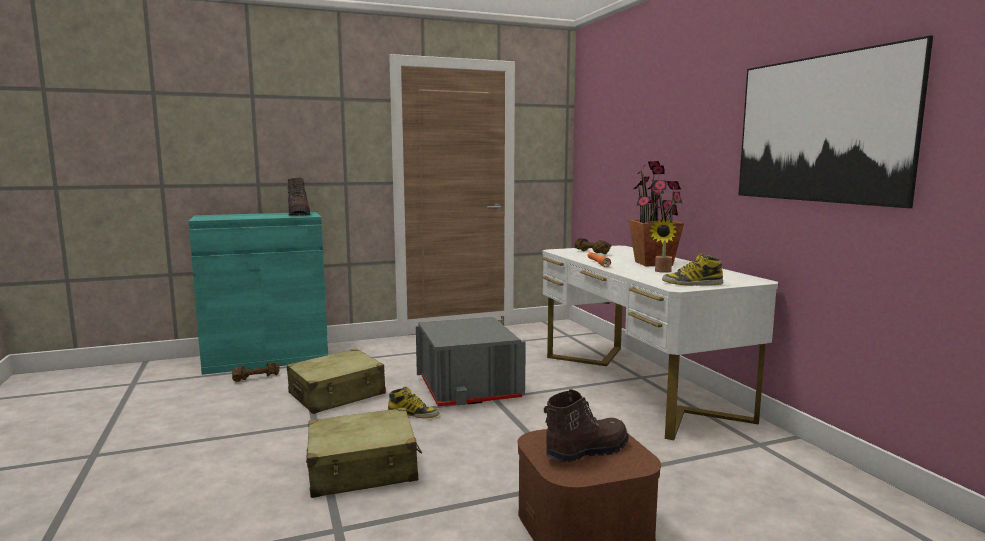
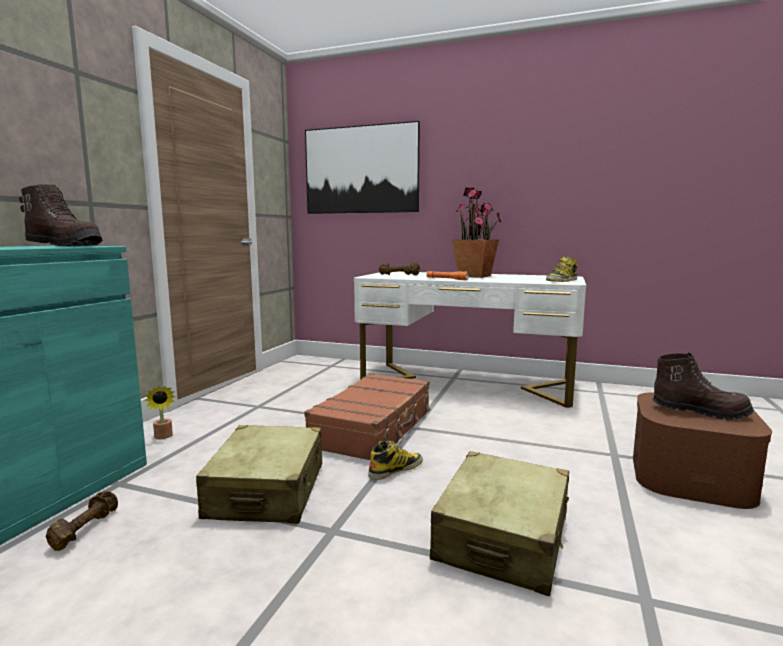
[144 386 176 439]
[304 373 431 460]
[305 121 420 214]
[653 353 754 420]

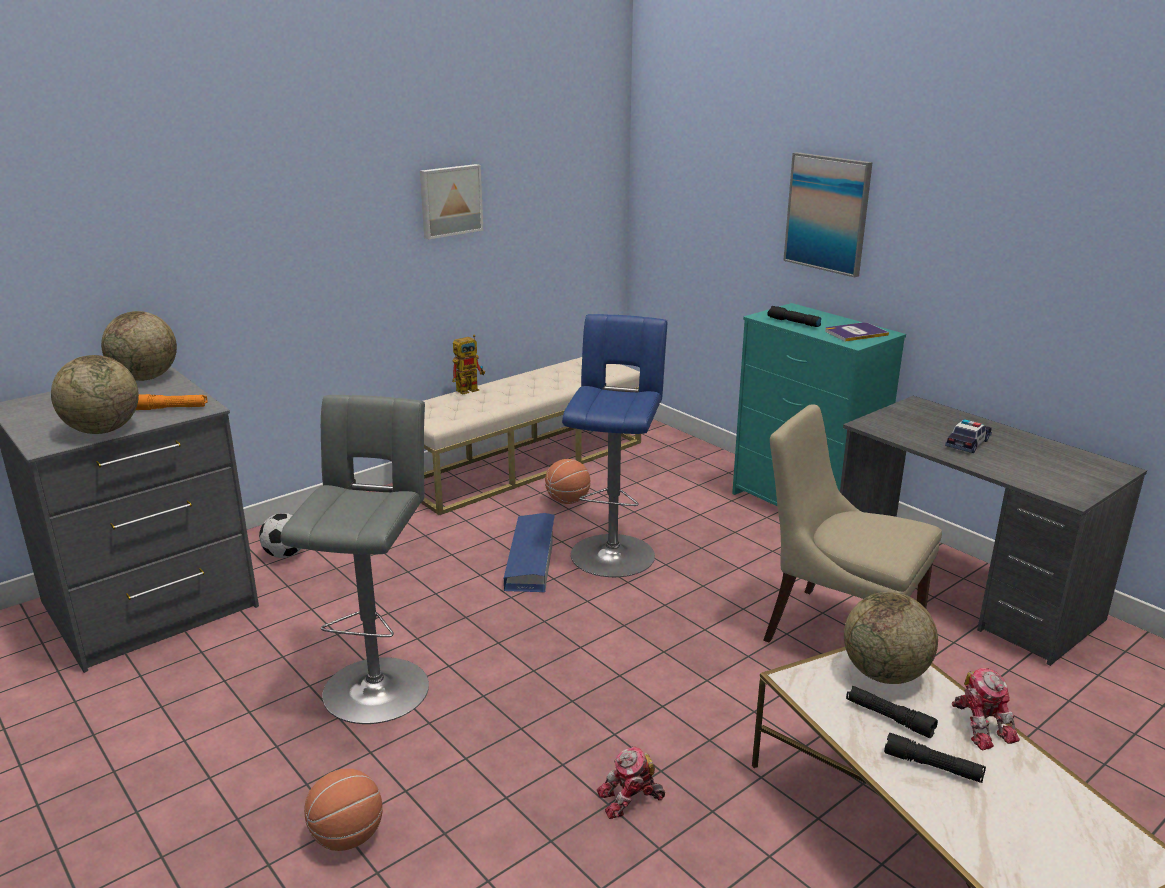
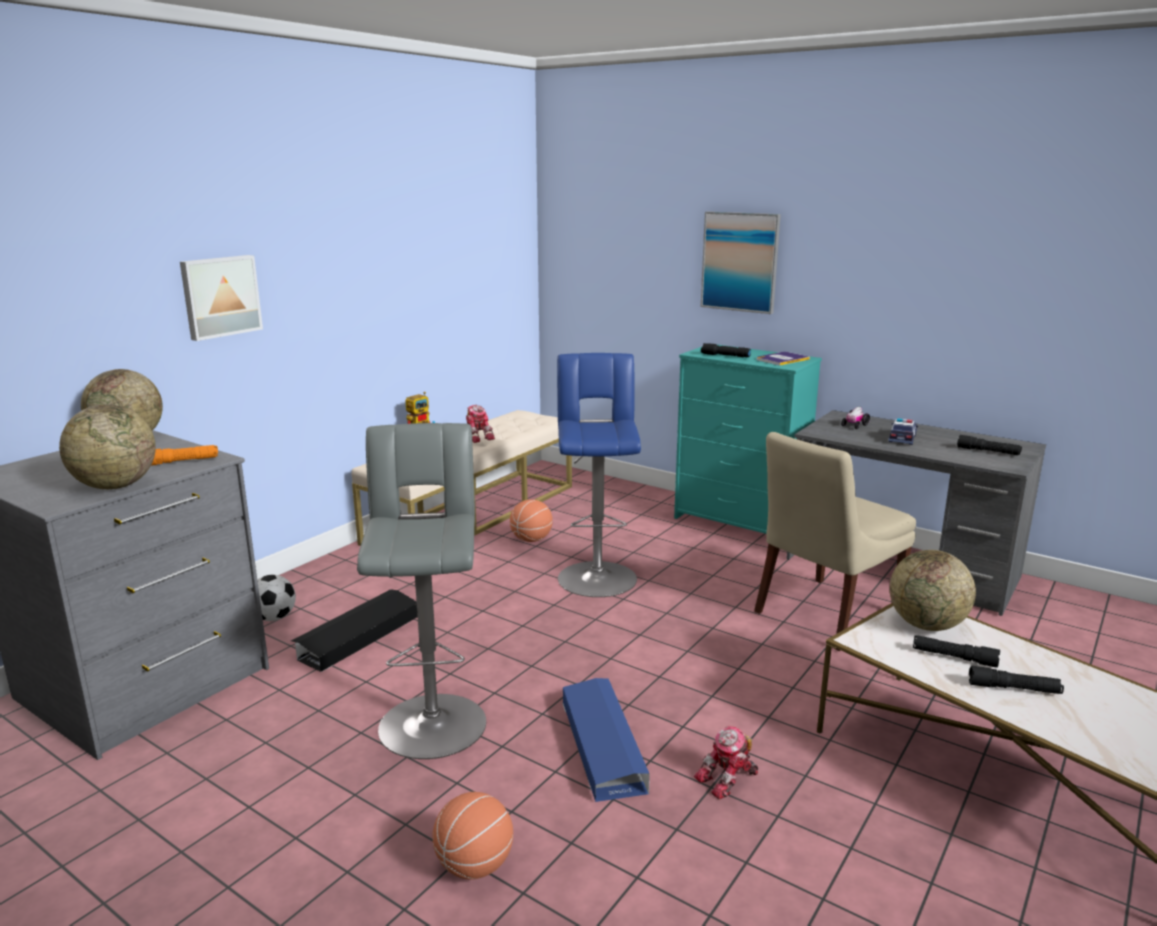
[180 255 263 341]
[291 589 417 672]
[466 405 495 443]
[562 678 650 802]
[754 432 916 651]
[841 407 870 429]
[957 435 1022 455]

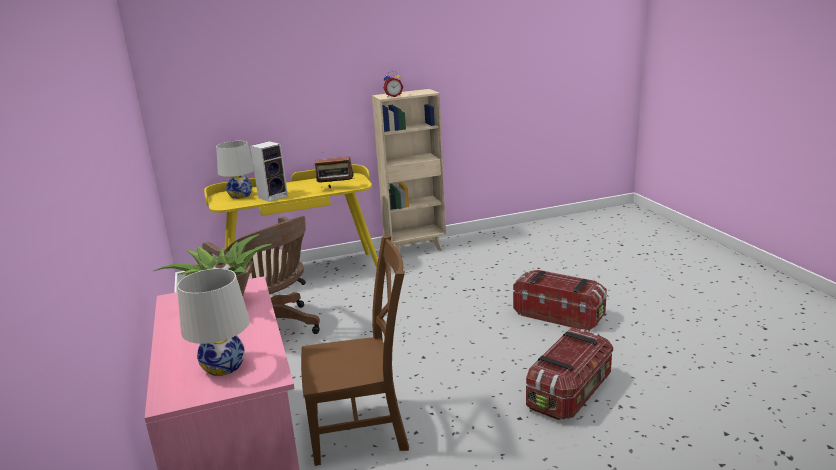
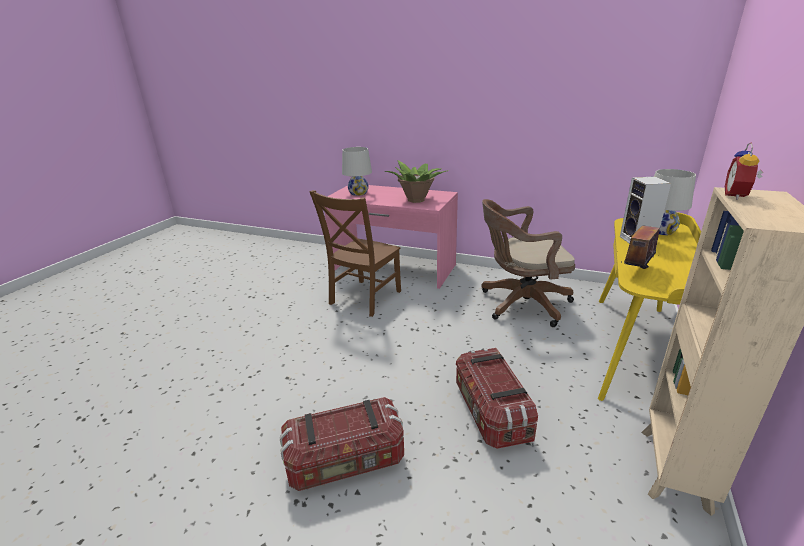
[456 348 538 449]

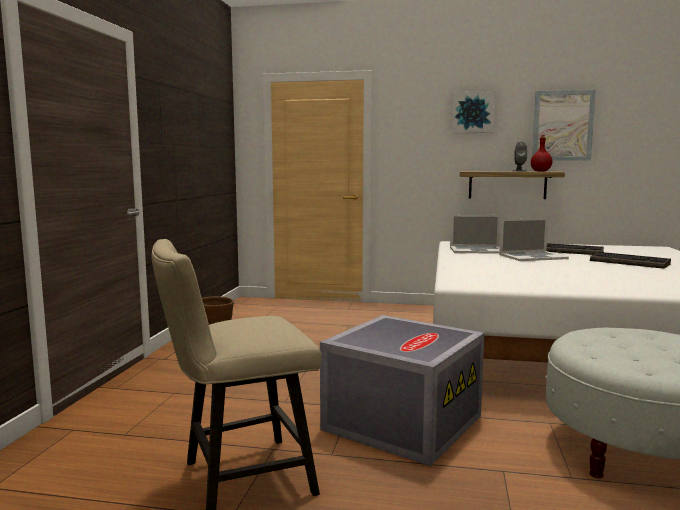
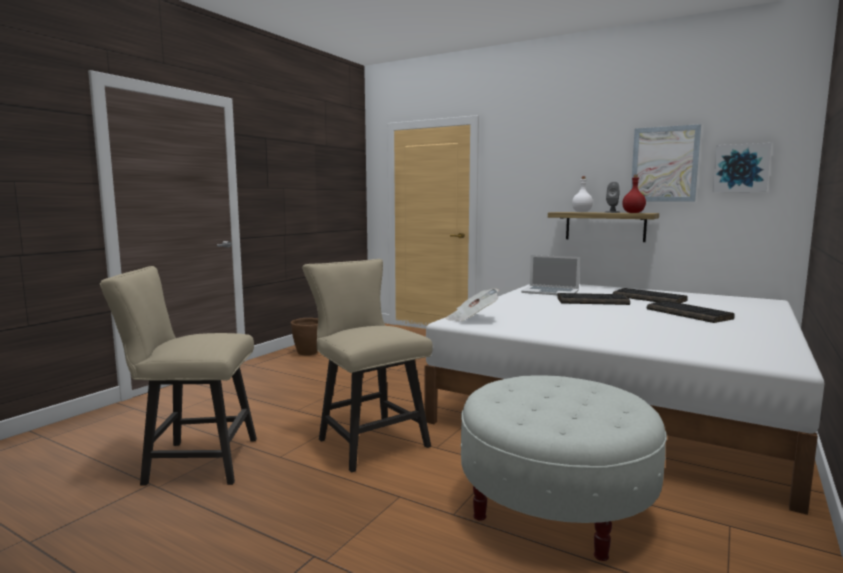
[302 259 433 473]
[445 288 499 322]
[557 293 630 305]
[572 176 593 212]
[712 143 771 192]

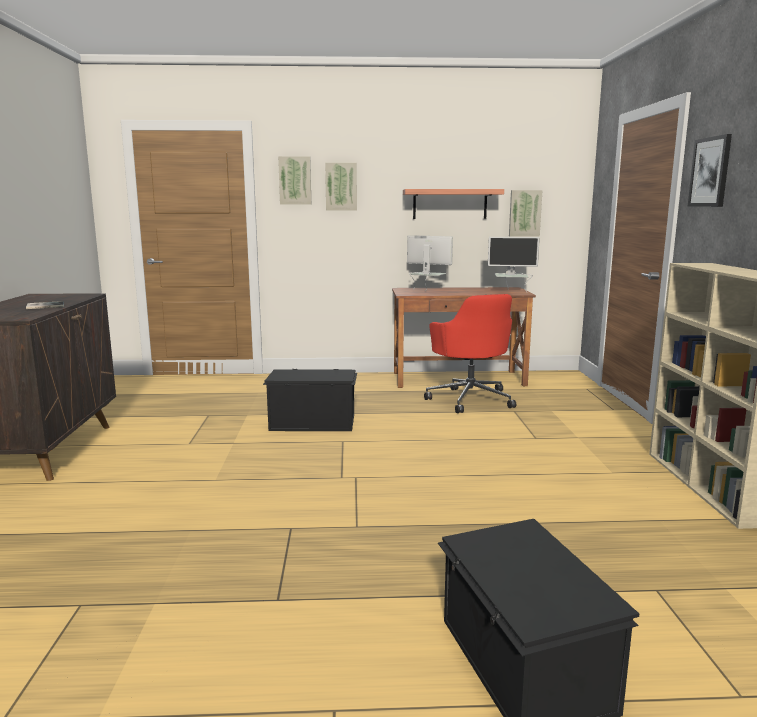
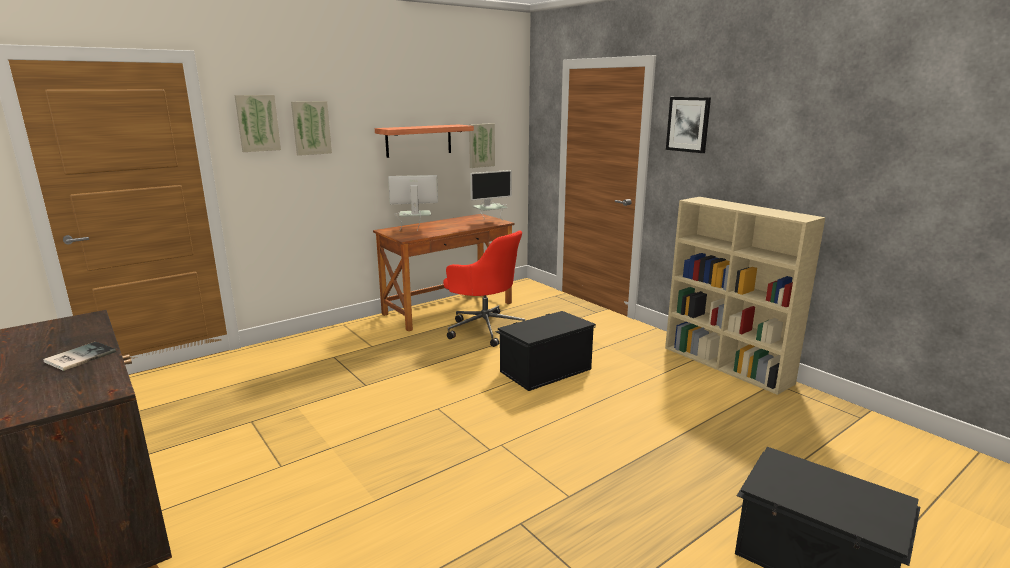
[495 311 596 391]

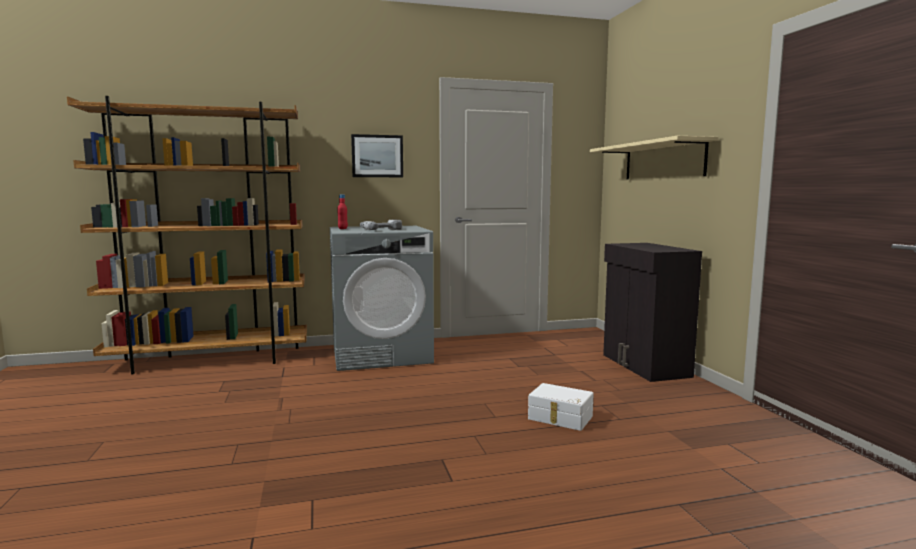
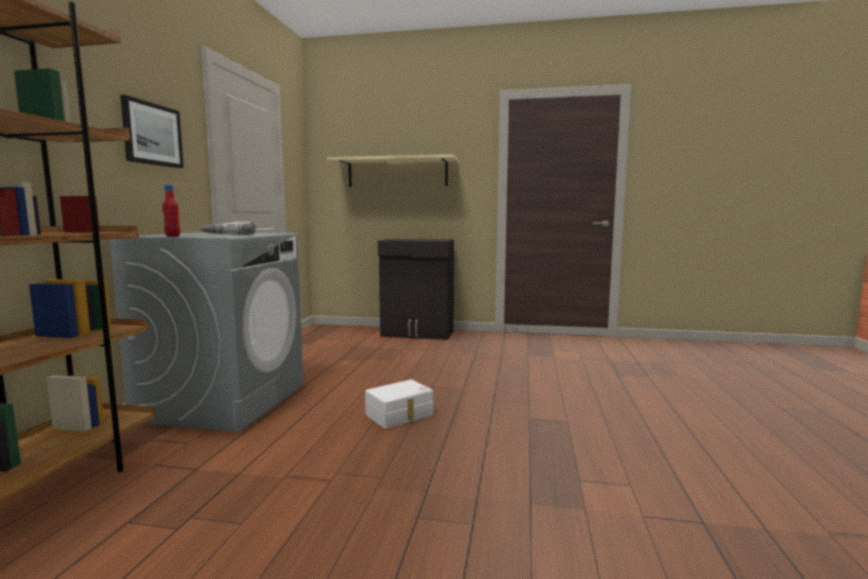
[365 379 433 429]

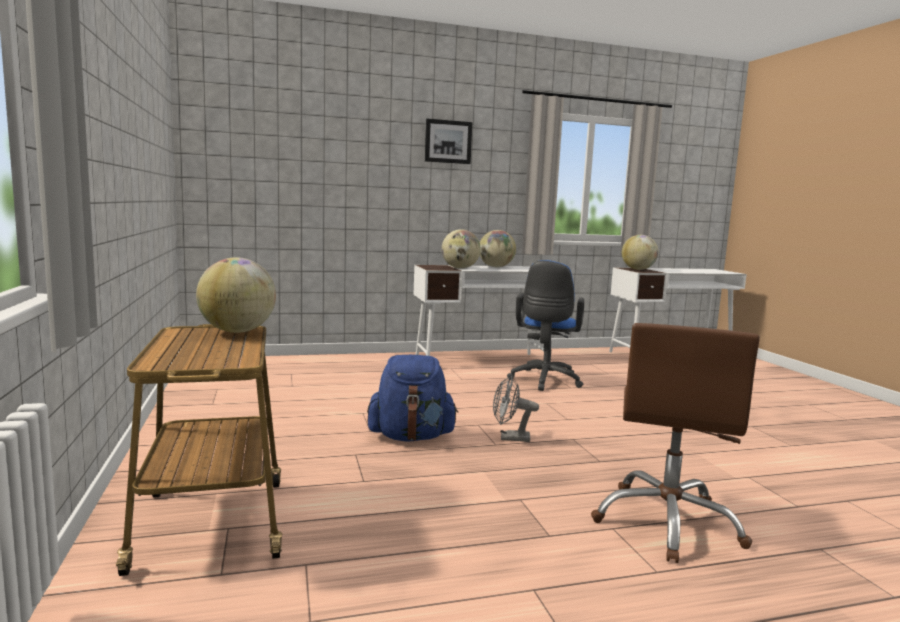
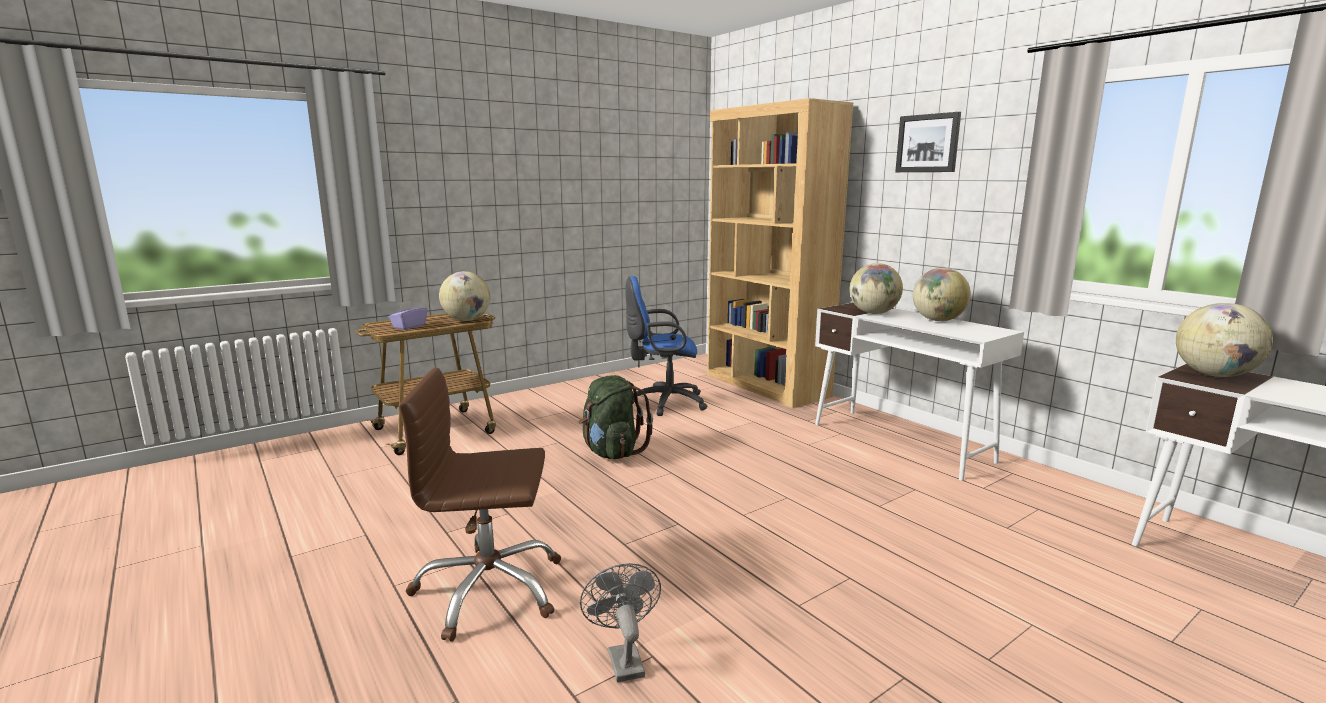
[389 301 427 330]
[579 375 653 459]
[580 563 661 683]
[625 276 707 416]
[707 98 853 408]

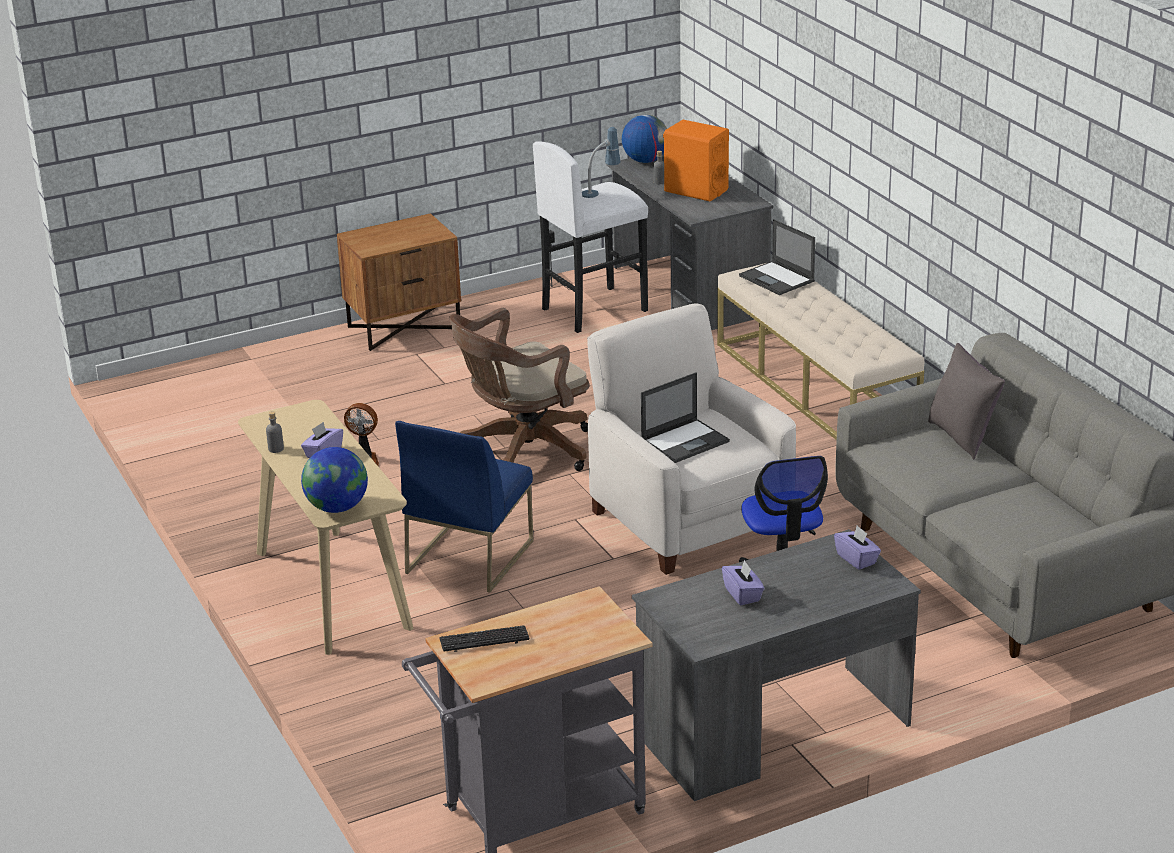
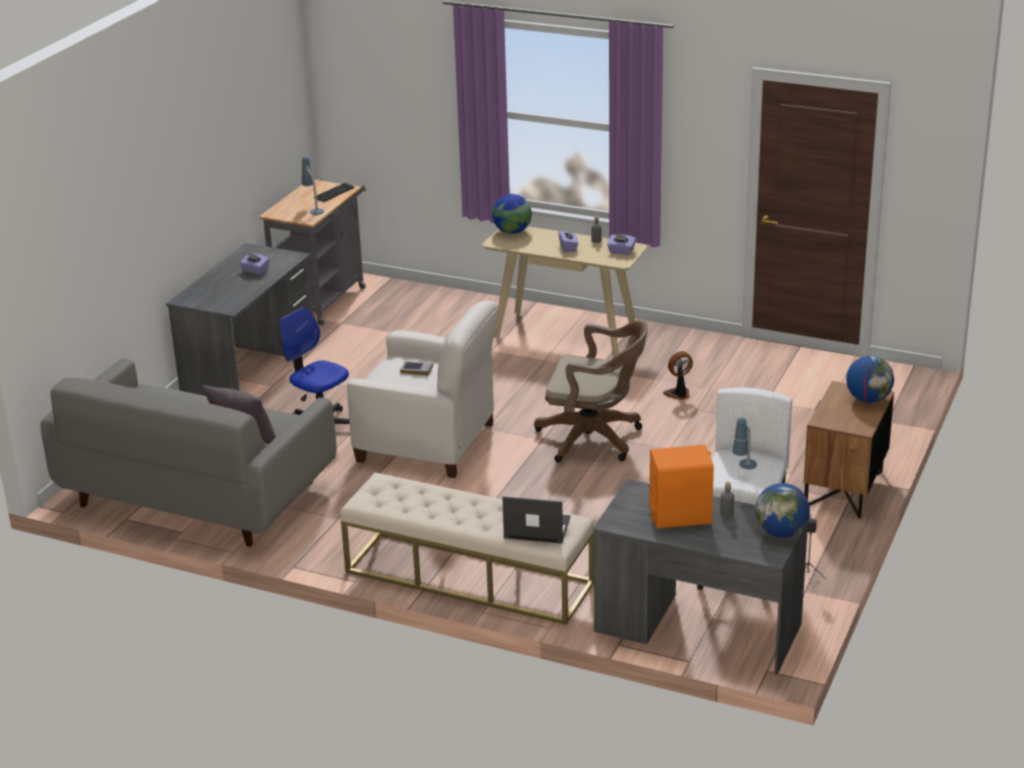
[302 156 324 215]
[400 361 433 375]
[534 320 648 463]
[607 234 636 255]
[846 356 894 403]
[395 421 534 593] (first image)

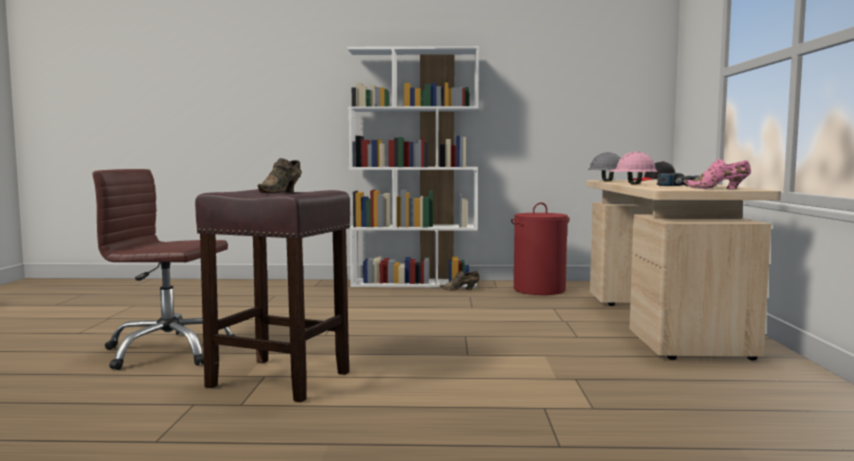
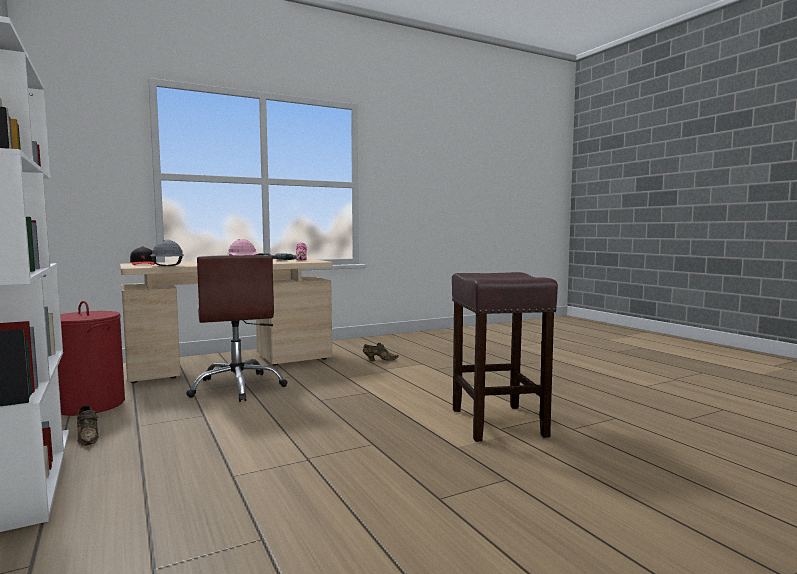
[186 255 288 402]
[363 343 399 361]

